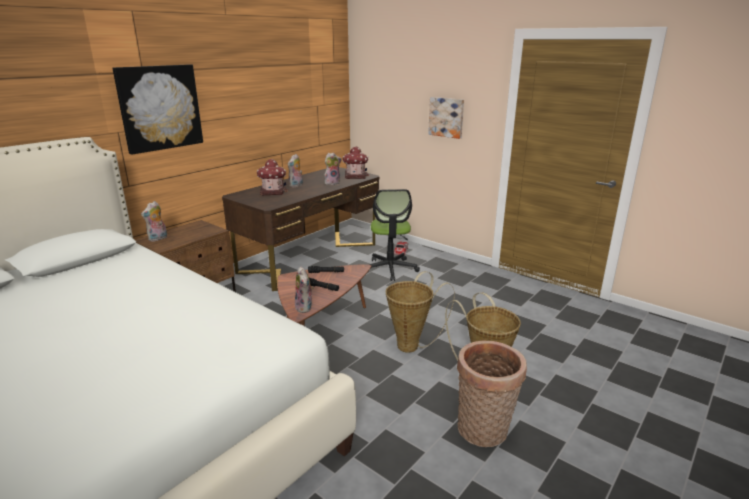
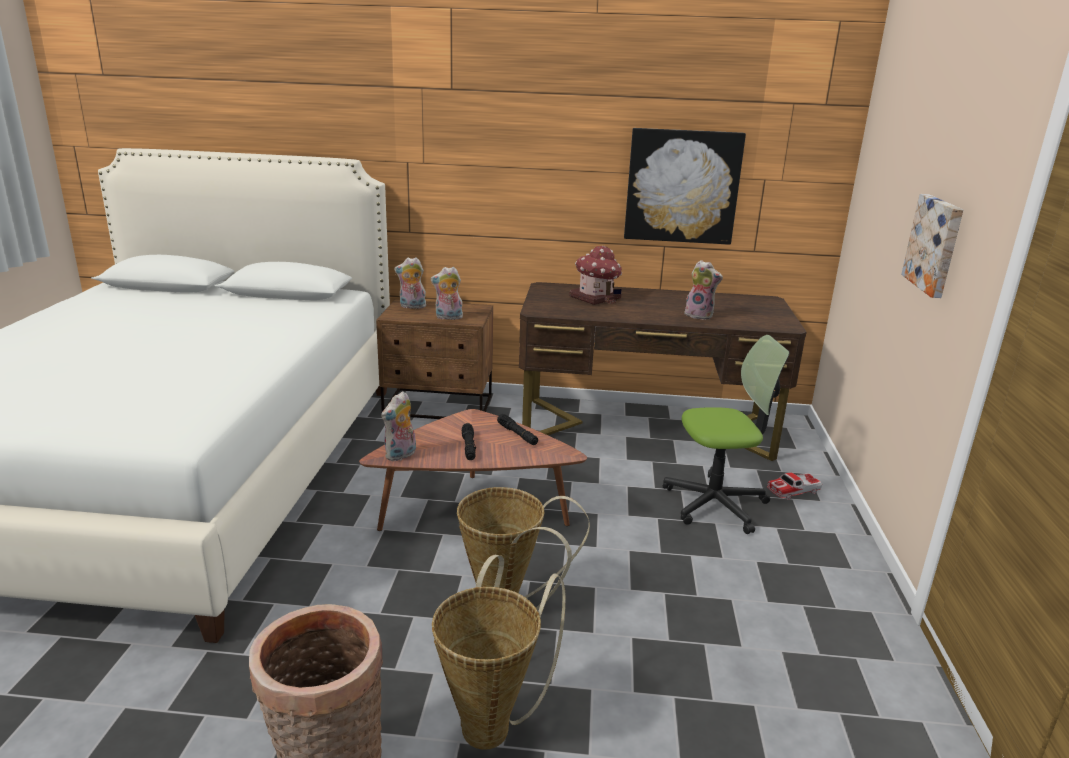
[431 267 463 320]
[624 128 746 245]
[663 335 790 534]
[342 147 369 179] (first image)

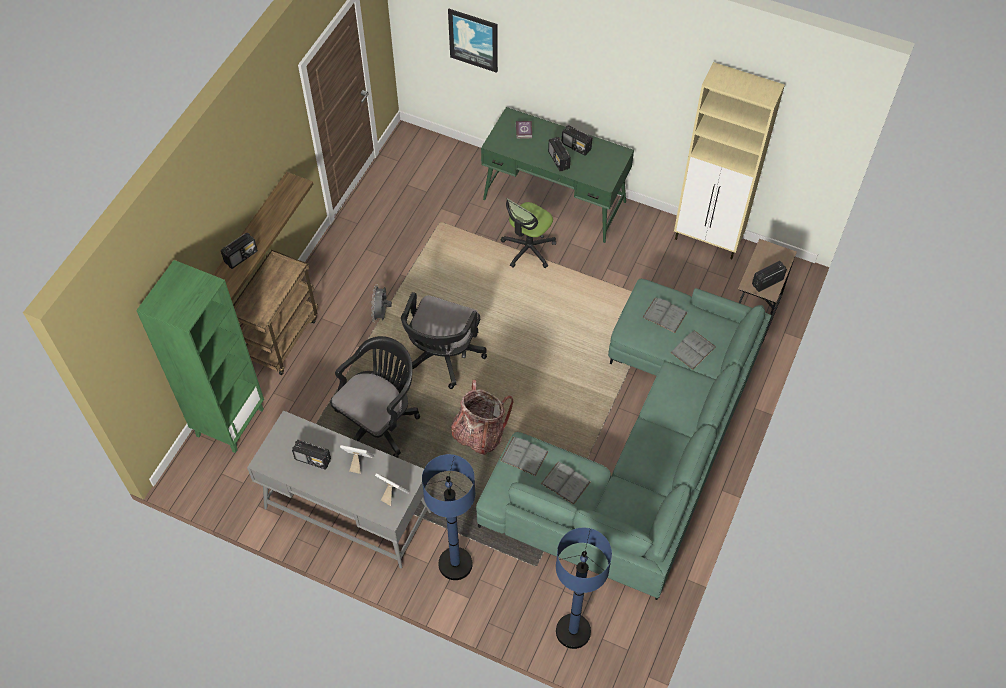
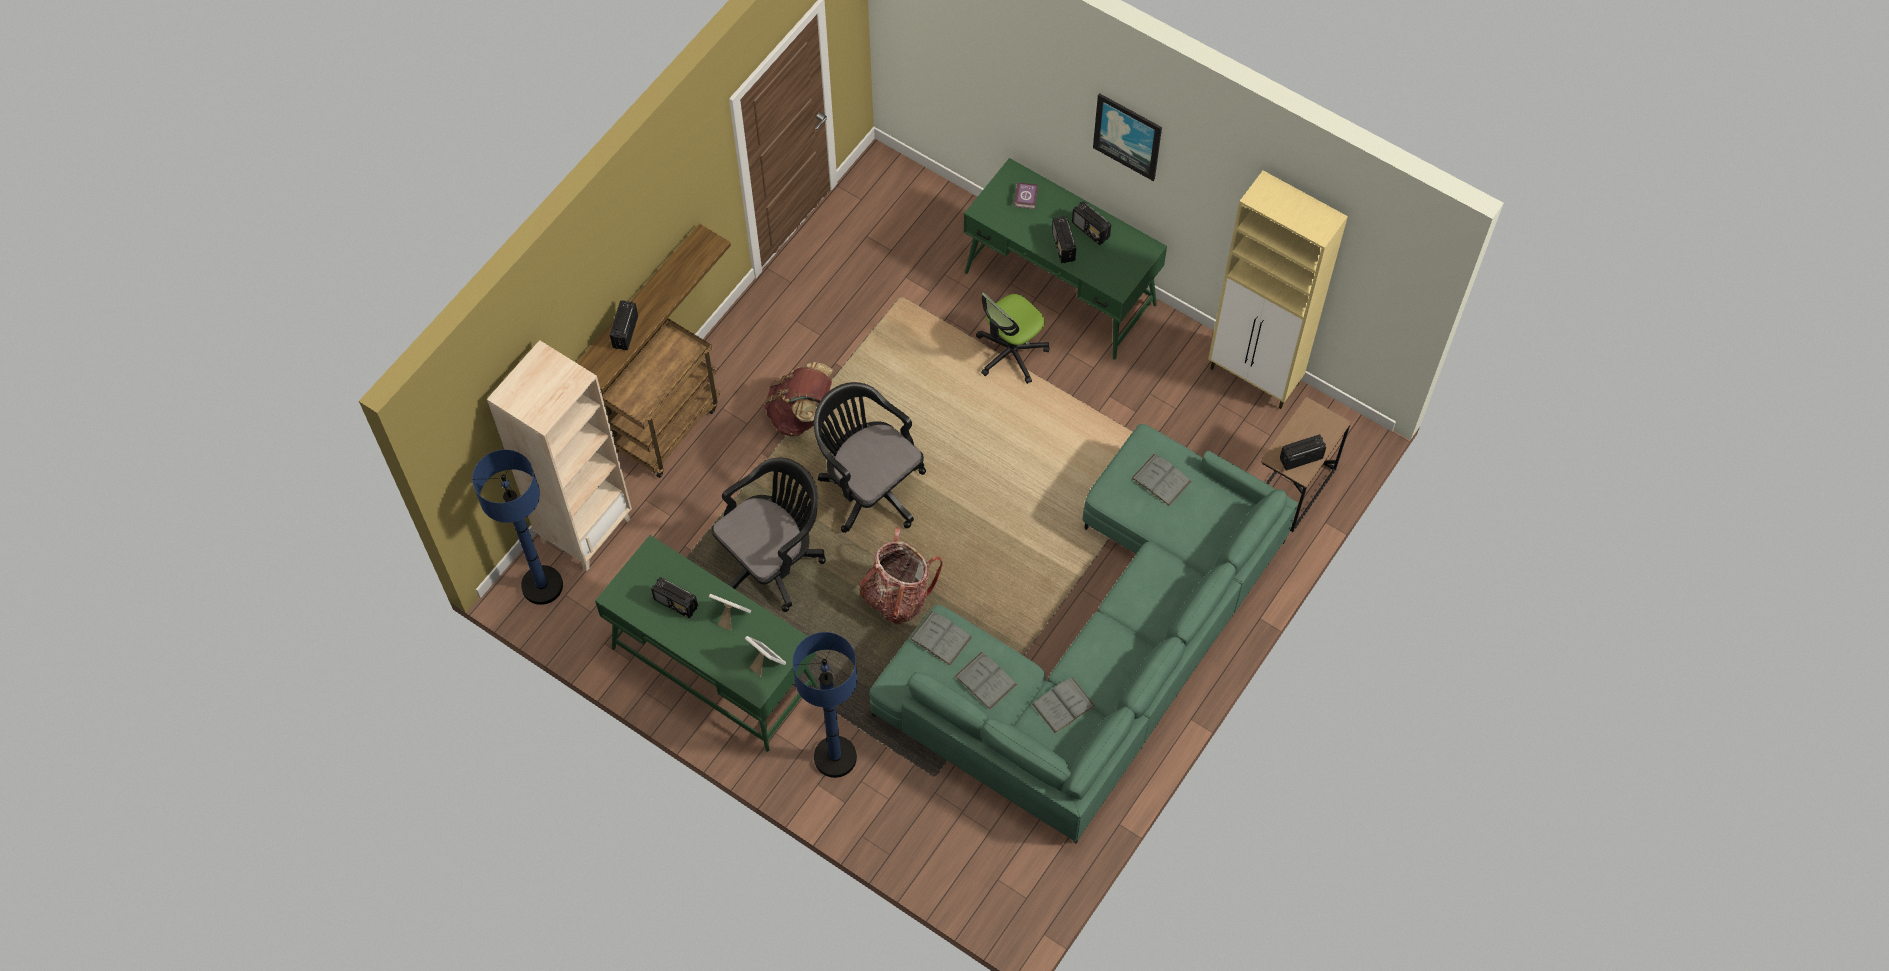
[472 450 563 605]
[487 340 632 571]
[595 535 818 752]
[610 300 638 350]
[764 362 833 436]
[814 382 926 533]
[1032 677 1095 734]
[1093 93 1162 181]

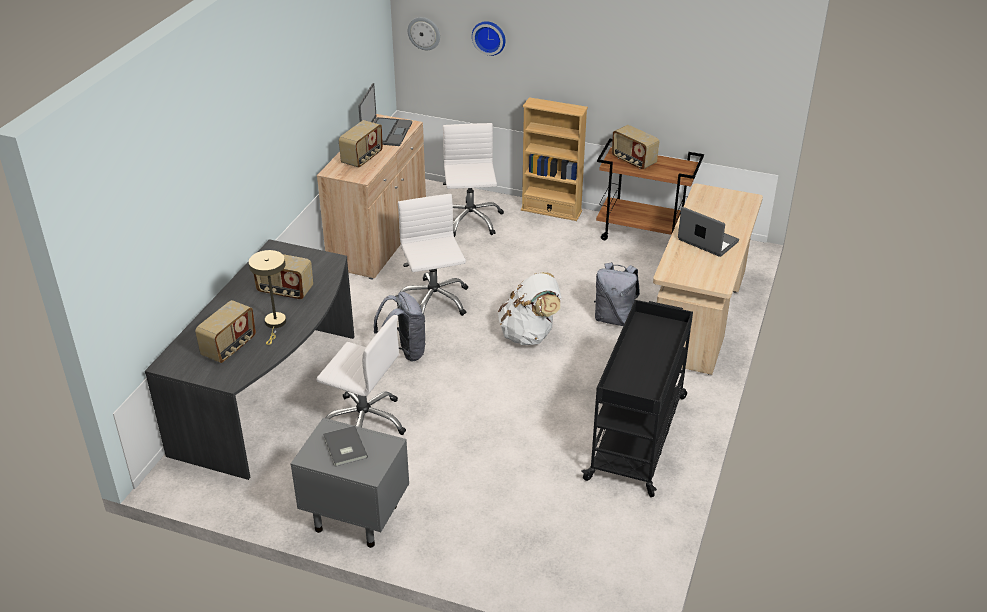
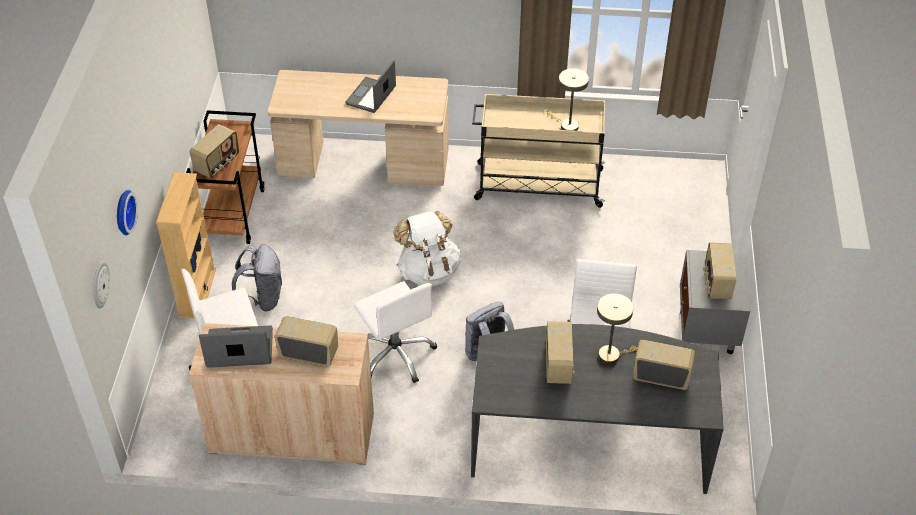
[232 245 282 311]
[353 281 437 383]
[472 94 605 208]
[546 68 589 131]
[703 242 736 299]

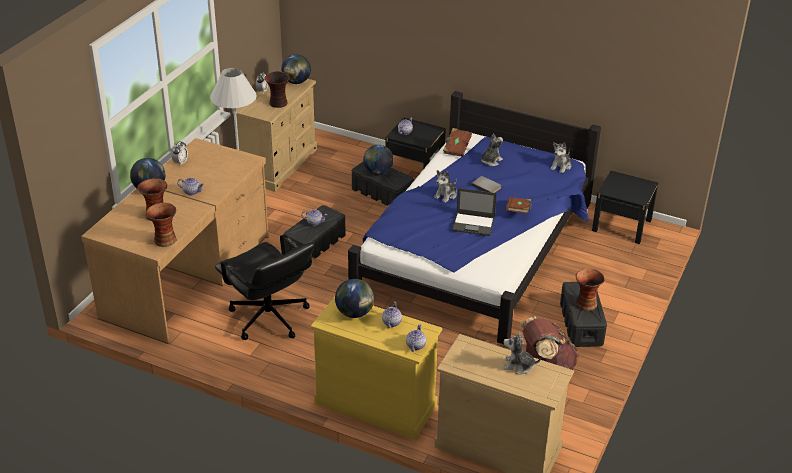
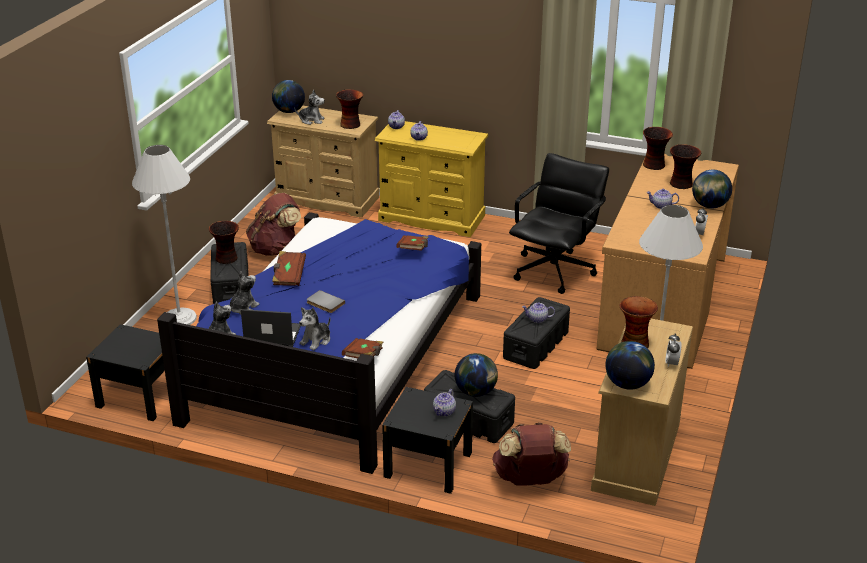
[132 145 197 325]
[228 271 260 314]
[241 309 301 347]
[272 80 305 113]
[336 89 363 129]
[396 235 428 251]
[492 422 571 486]
[509 153 609 294]

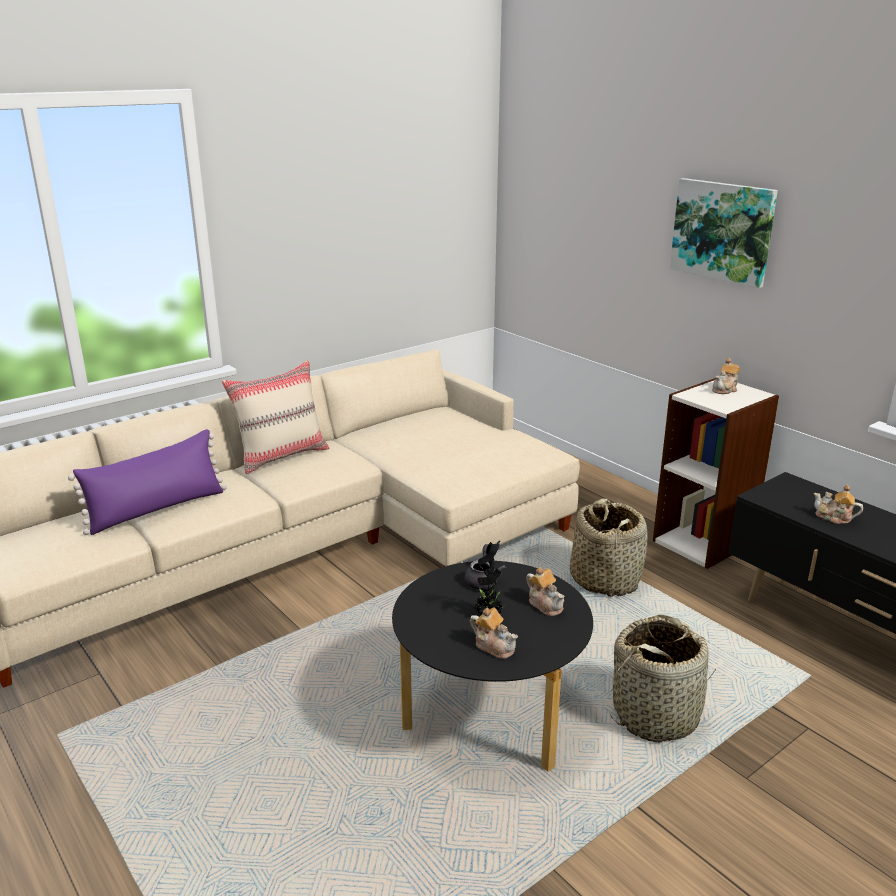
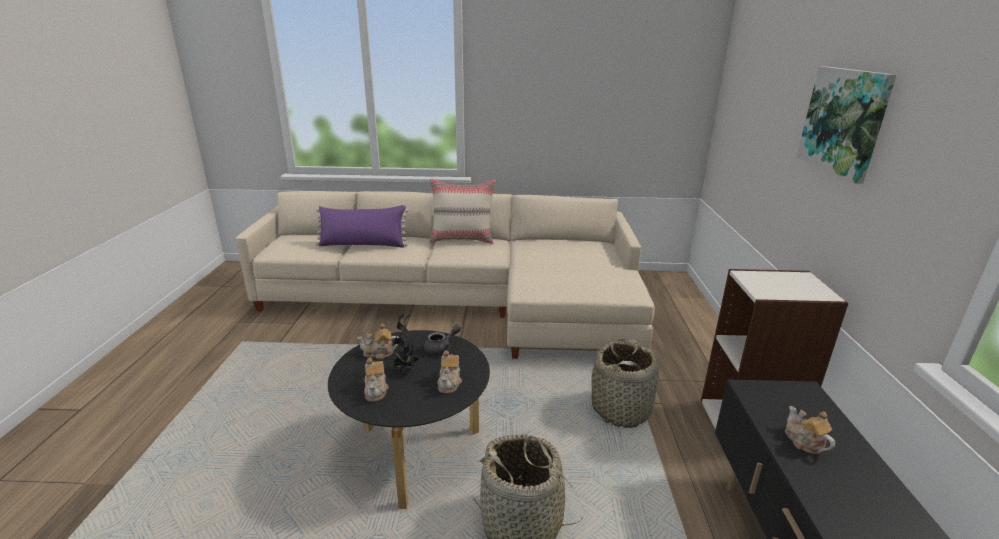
[357 323 399 359]

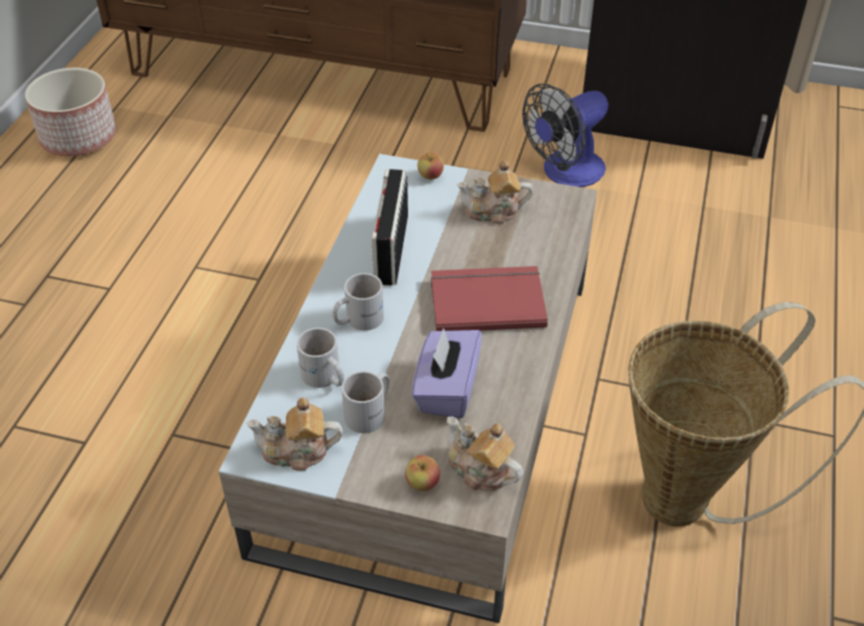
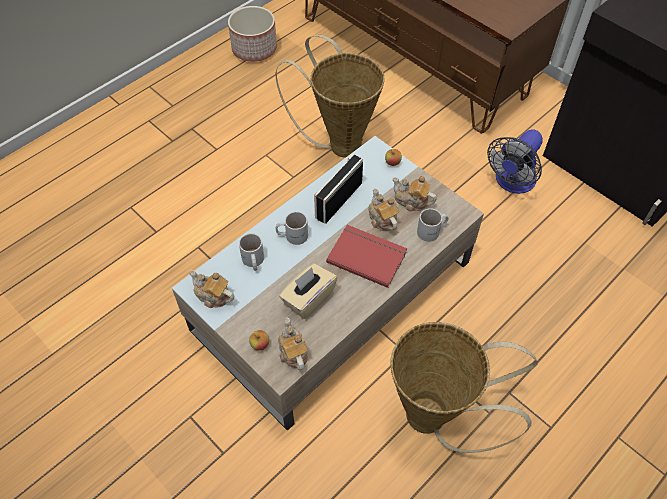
[276 34 385 158]
[279 263 337 319]
[368 188 399 231]
[417 208 448 242]
[487 129 543 194]

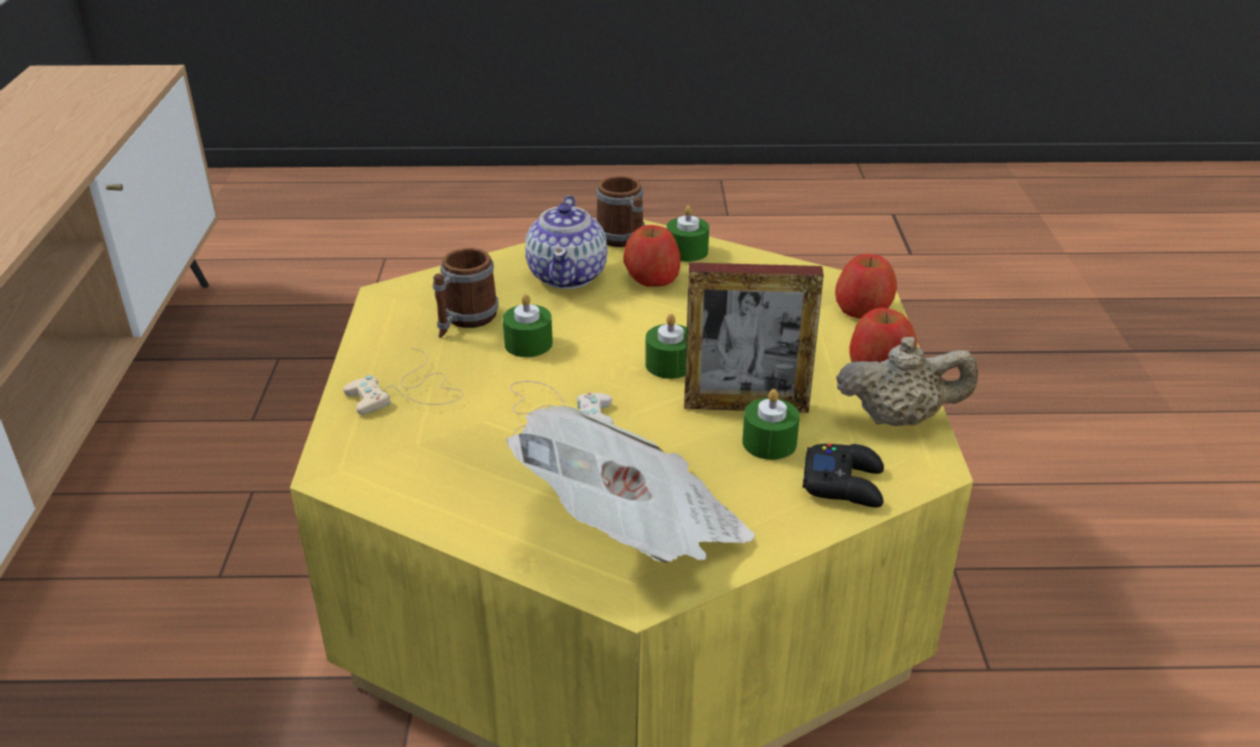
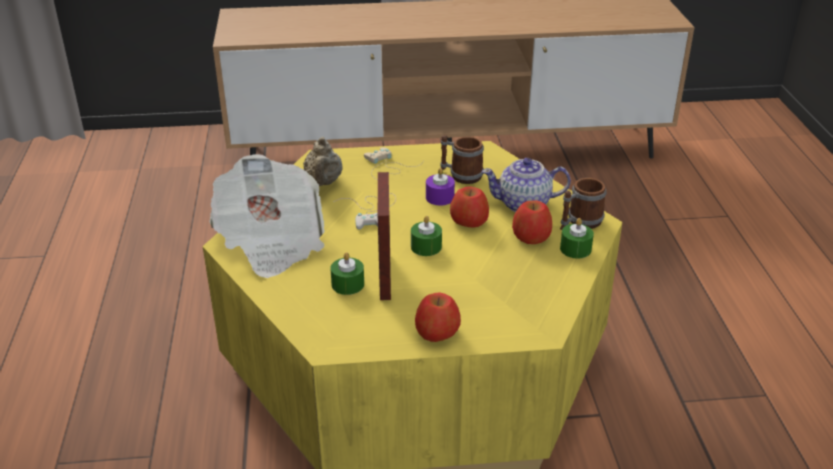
[303 137 343 186]
[426 168 455 205]
[450 186 489 228]
[802 444 884 507] (first image)

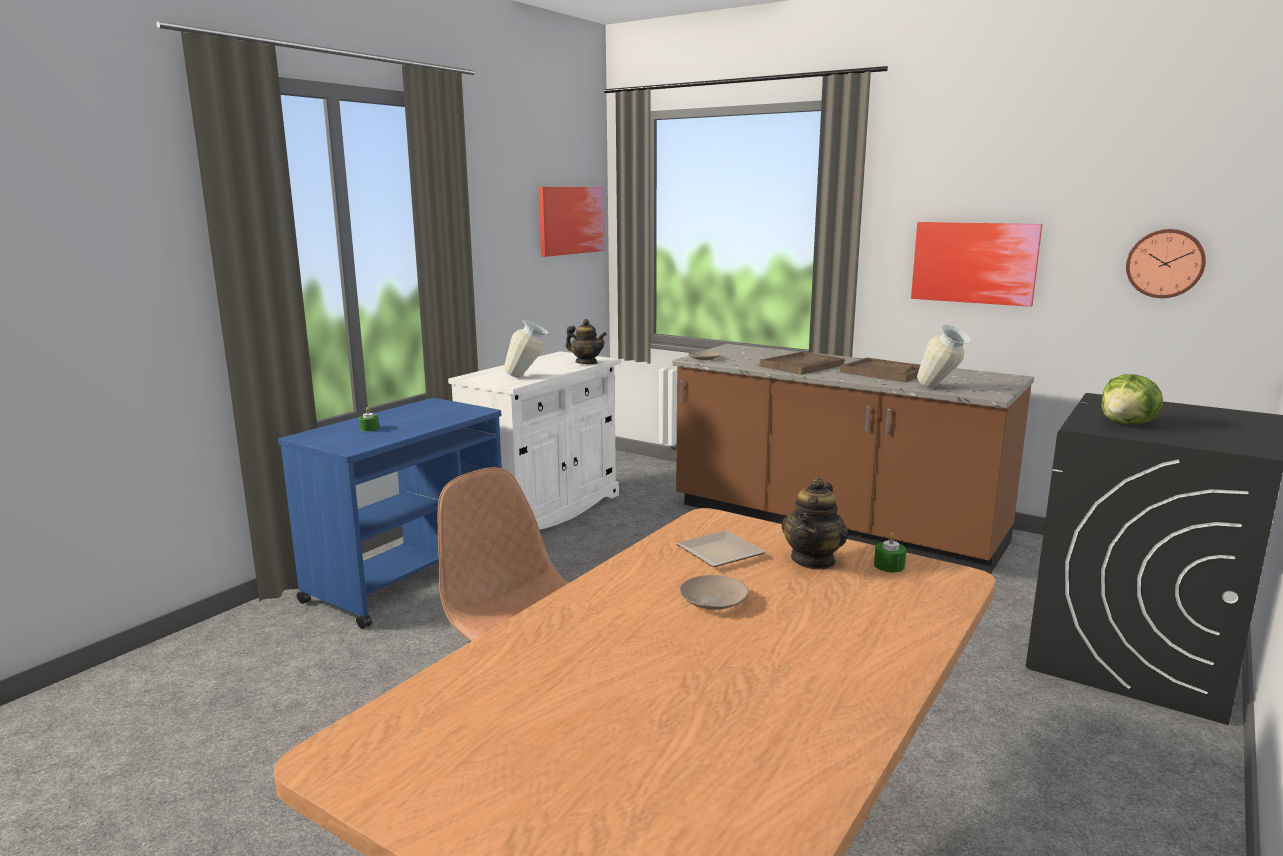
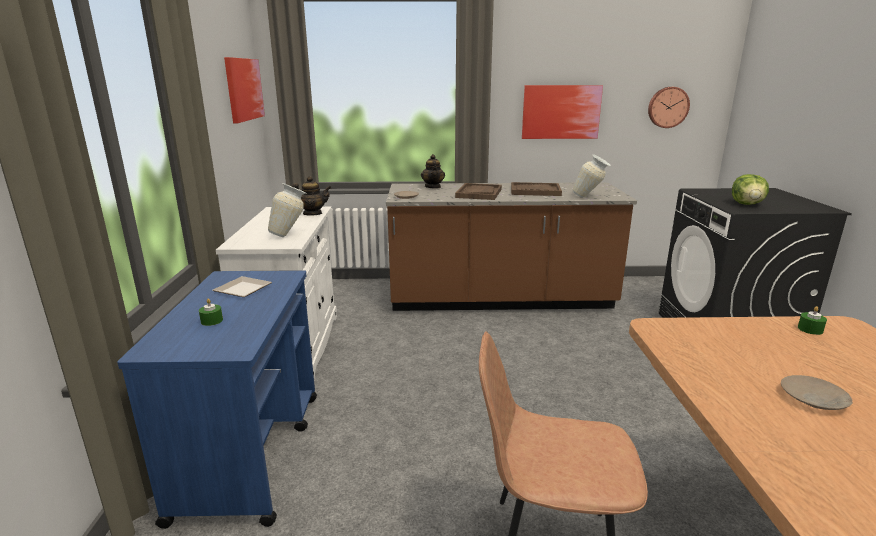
[213 276 272 297]
[421 154 445 189]

